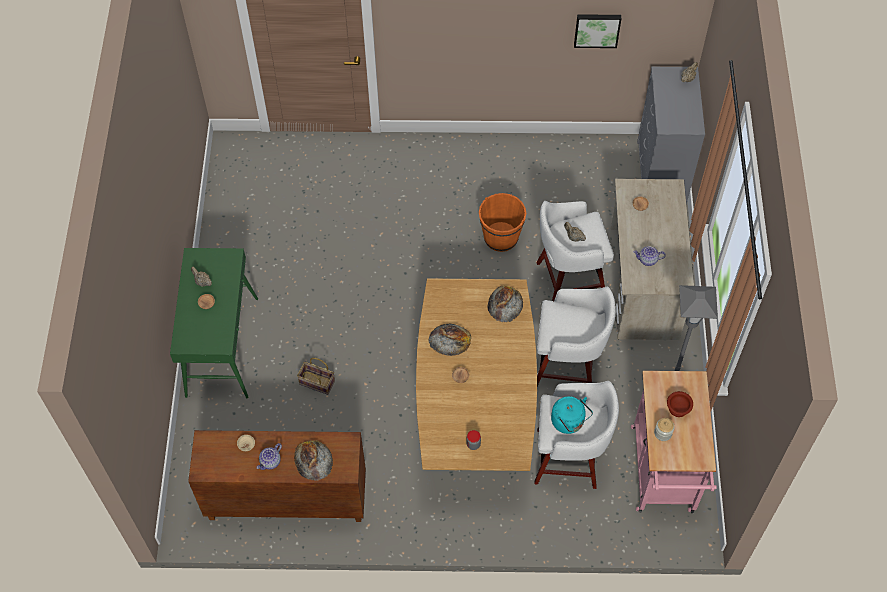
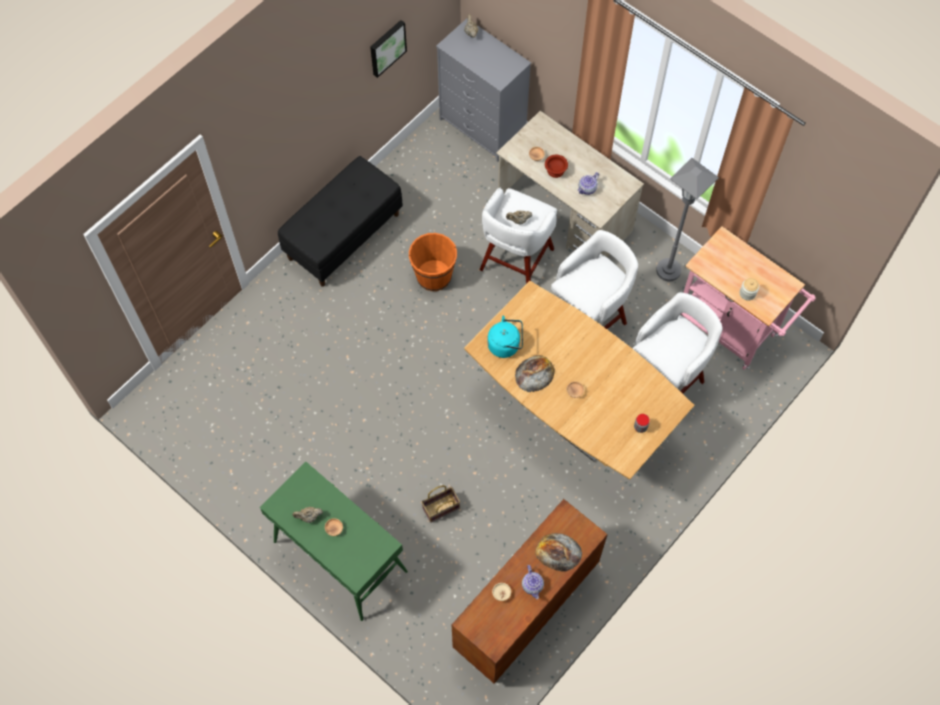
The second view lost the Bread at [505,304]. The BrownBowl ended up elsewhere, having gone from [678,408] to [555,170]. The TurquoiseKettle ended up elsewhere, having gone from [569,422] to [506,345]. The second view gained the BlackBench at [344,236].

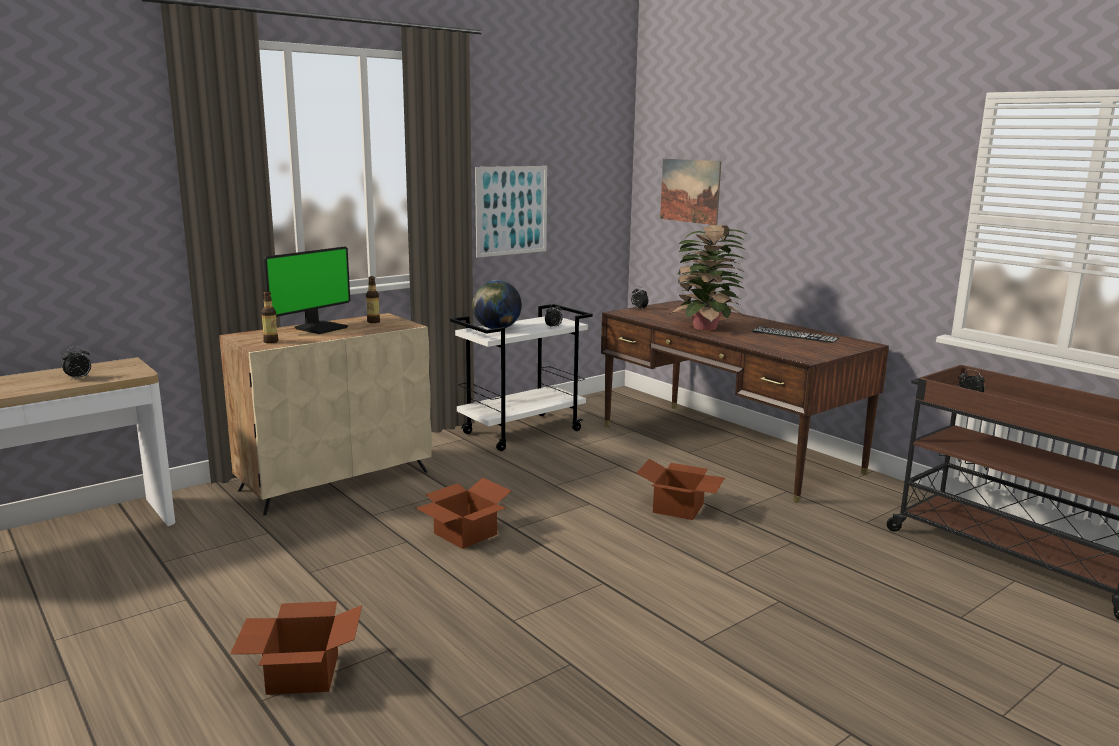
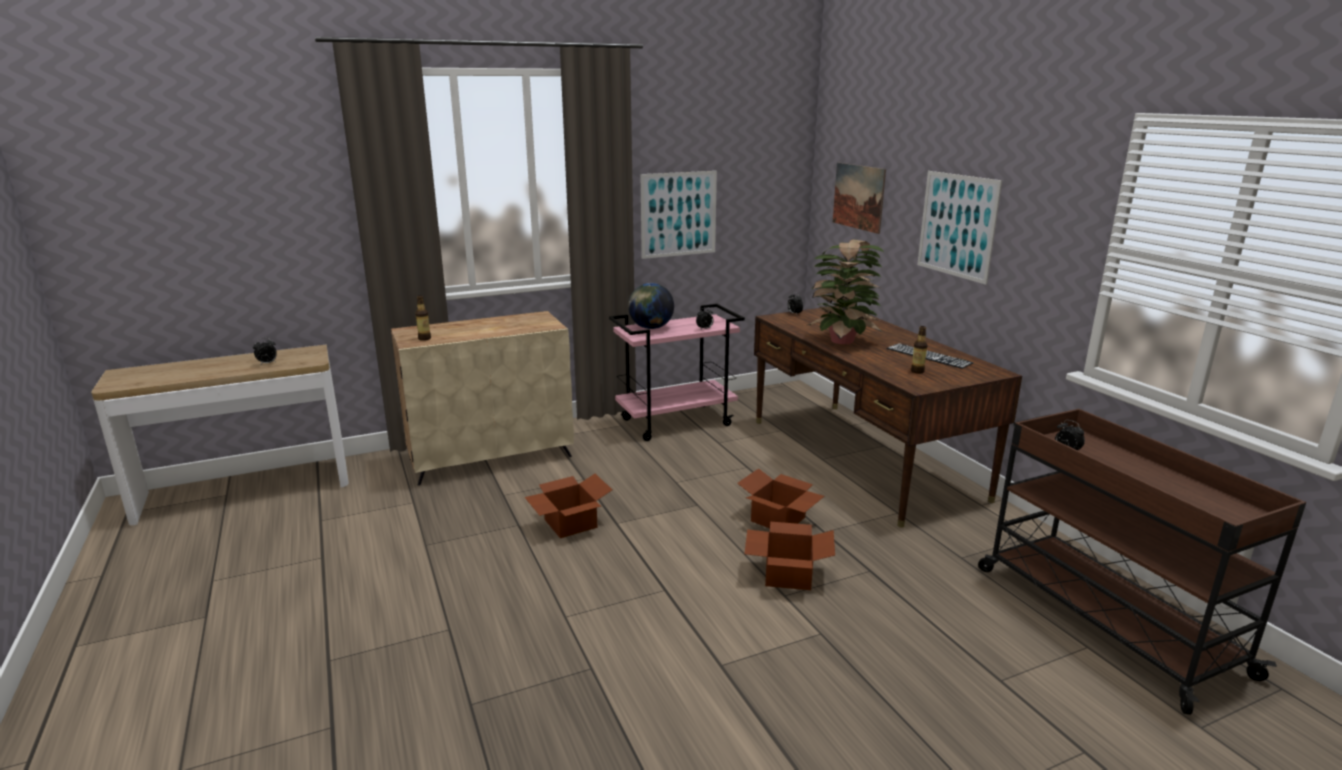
The second view lost the Monitor at [320,328]. The Bottle ended up elsewhere, having gone from [373,322] to [917,371]. What was the WhiteCart at [522,431] turned into the PinkCart at [677,422]. The CardboardBox ended up elsewhere, having gone from [301,673] to [786,574]. The second view gained the Picture at [957,225].

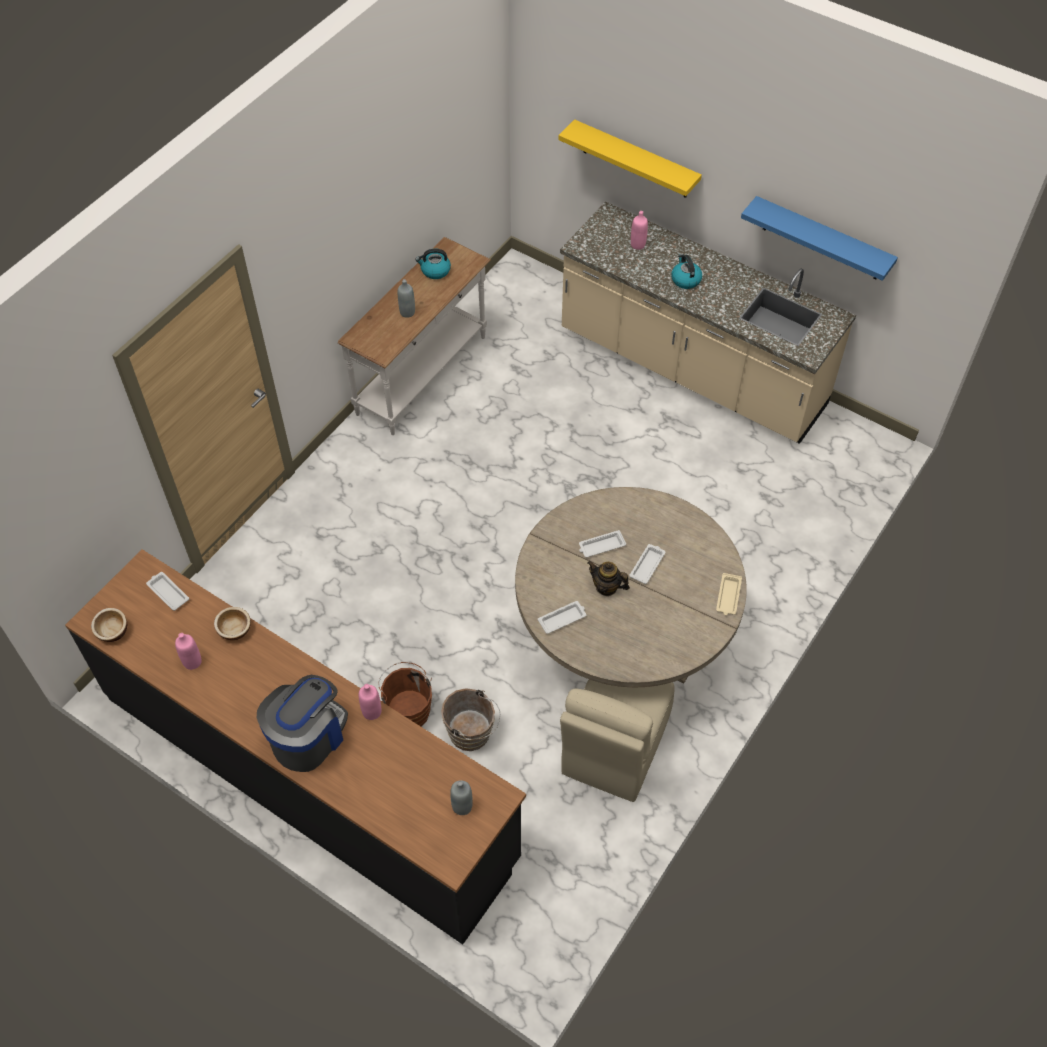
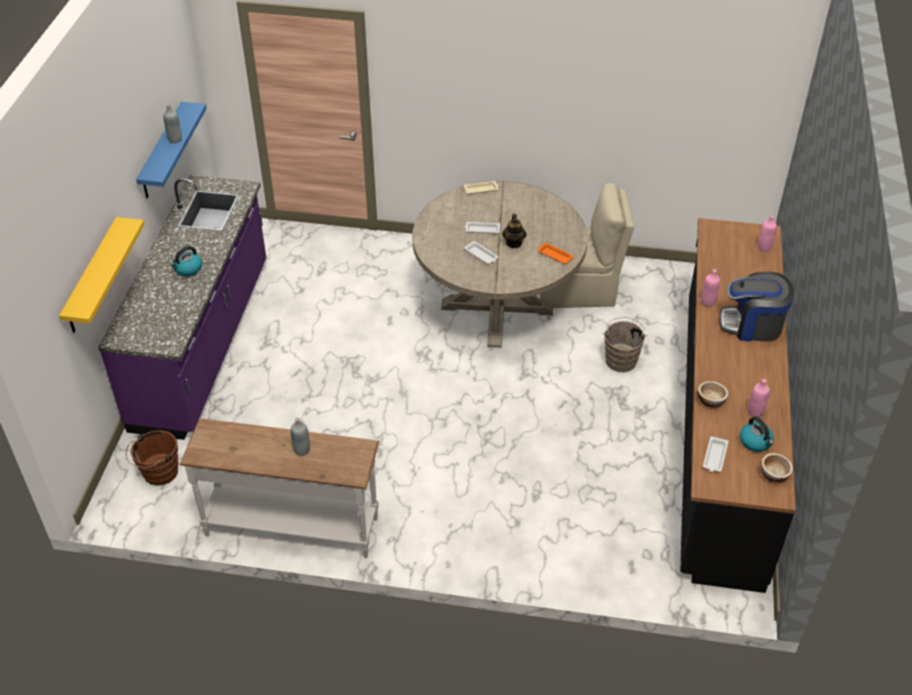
What was the BeigeCounter at [691,370] turned into the PurpleCounter at [204,344]. The PinkBottle ended up elsewhere, having gone from [638,245] to [764,247]. The Kettle ended up elsewhere, having gone from [435,271] to [755,442]. What was the WhiteTray at [563,618] turned into the OrangeTray at [554,255]. The BrownBucket ended up elsewhere, having gone from [408,709] to [158,473]. The GreyBottle ended up elsewhere, having gone from [462,806] to [175,139].

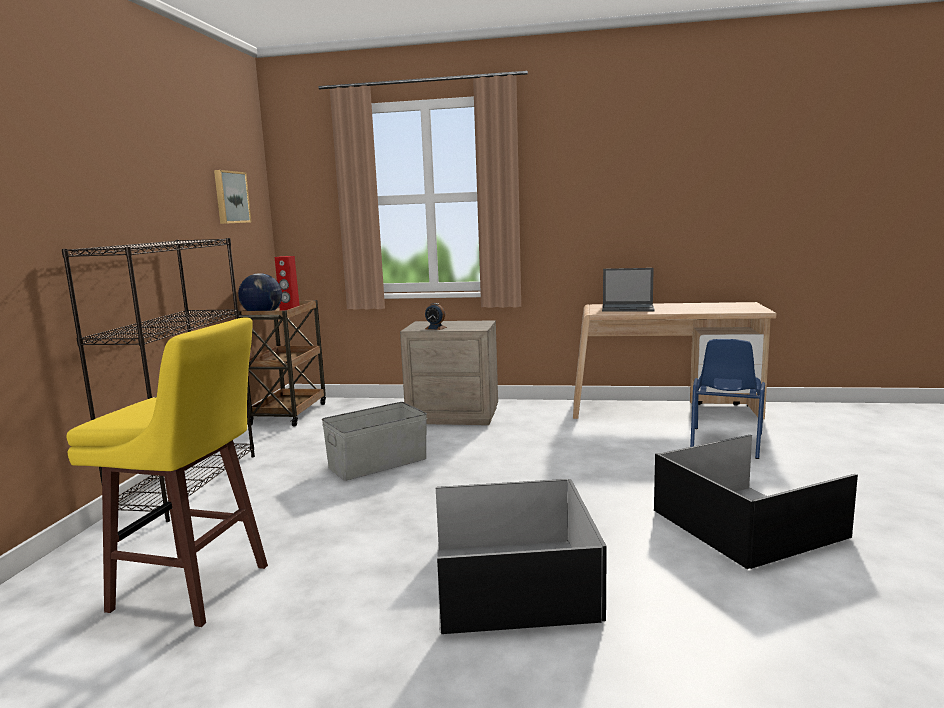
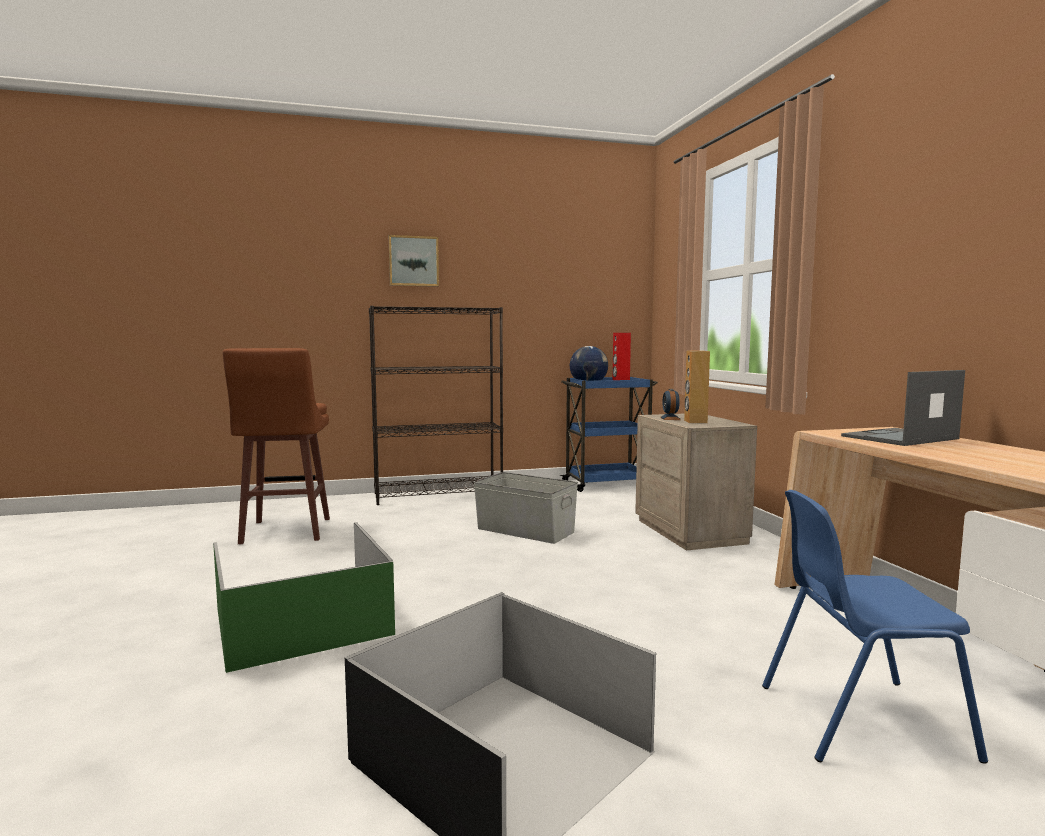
The Picture ended up elsewhere, having gone from [230,197] to [413,261]. The Laptop at [628,308] ended up facing another way, 75 degrees clockwise from before. What was the BrownCart at [289,413] turned into the BlueCart at [607,484]. What was the YellowStool at [194,589] turned into the BrownStool at [285,532]. What was the BlackStorageBox at [512,580] turned into the GreenStorageBox at [305,621]. The second view gained the BrownSpeaker at [695,421].

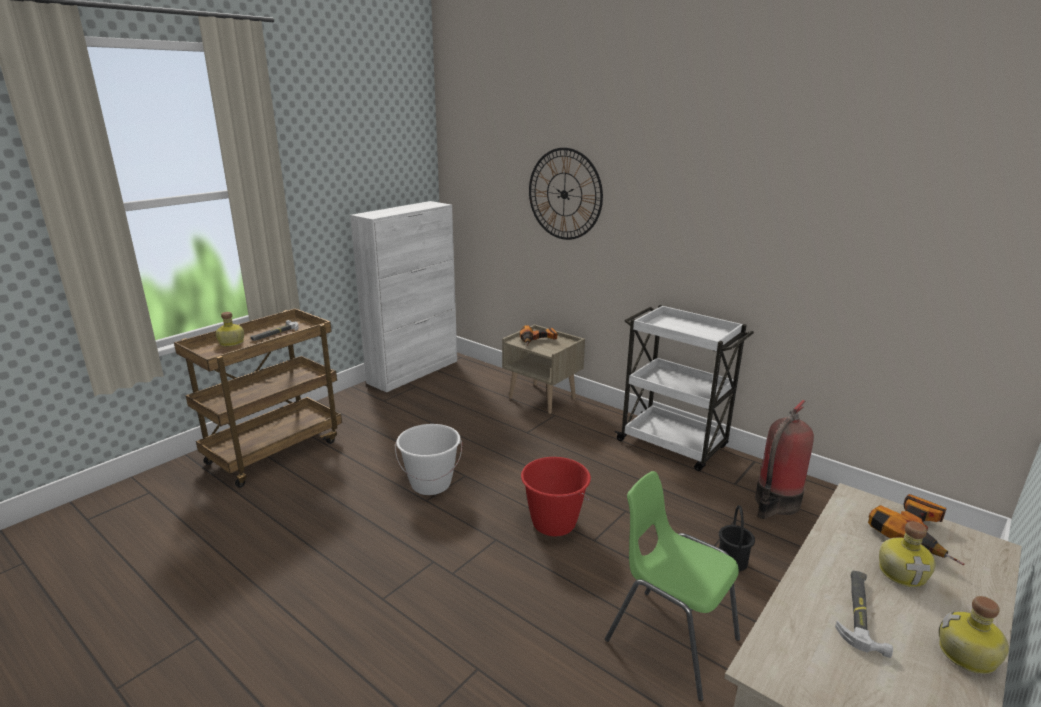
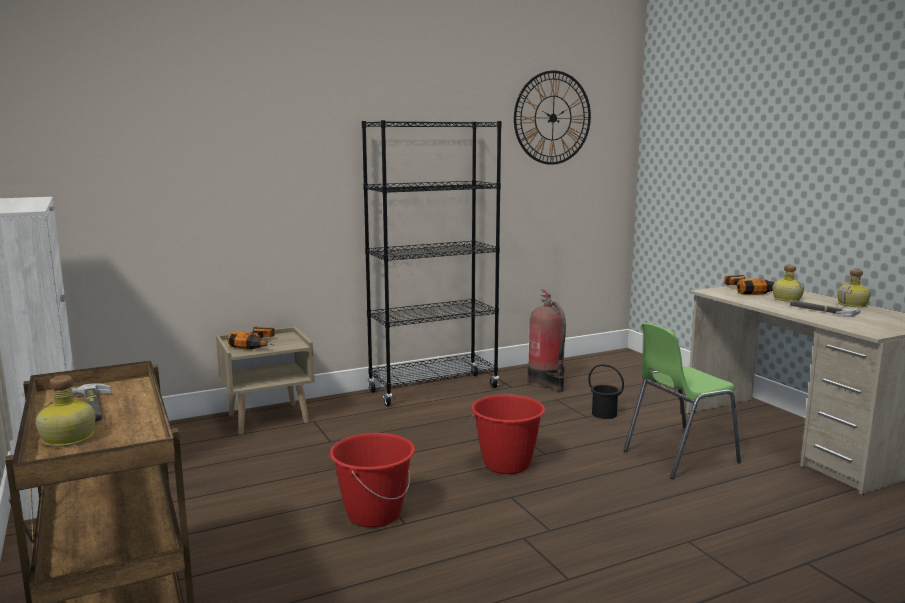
The WallClock ended up elsewhere, having gone from [564,194] to [552,118]. Where the WhiteCart stood at [673,445], the BlackBookcase came to stand at [433,390]. What was the WhiteBucket at [431,484] turned into the RedBucket at [373,514].

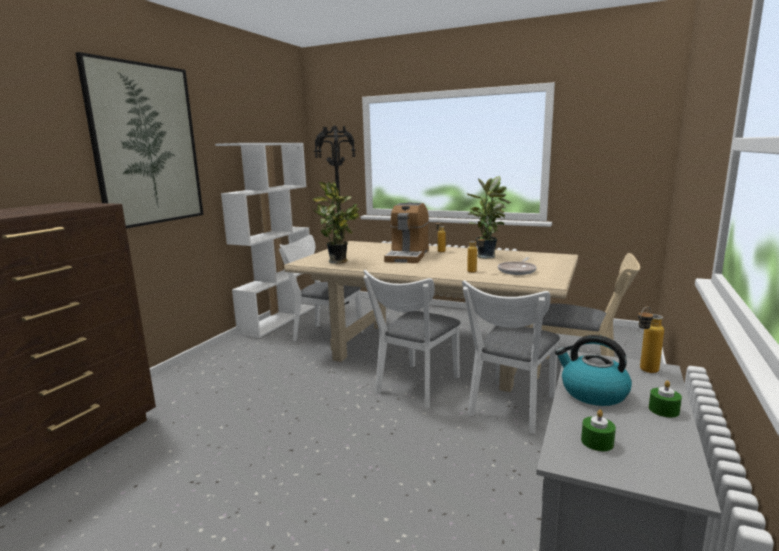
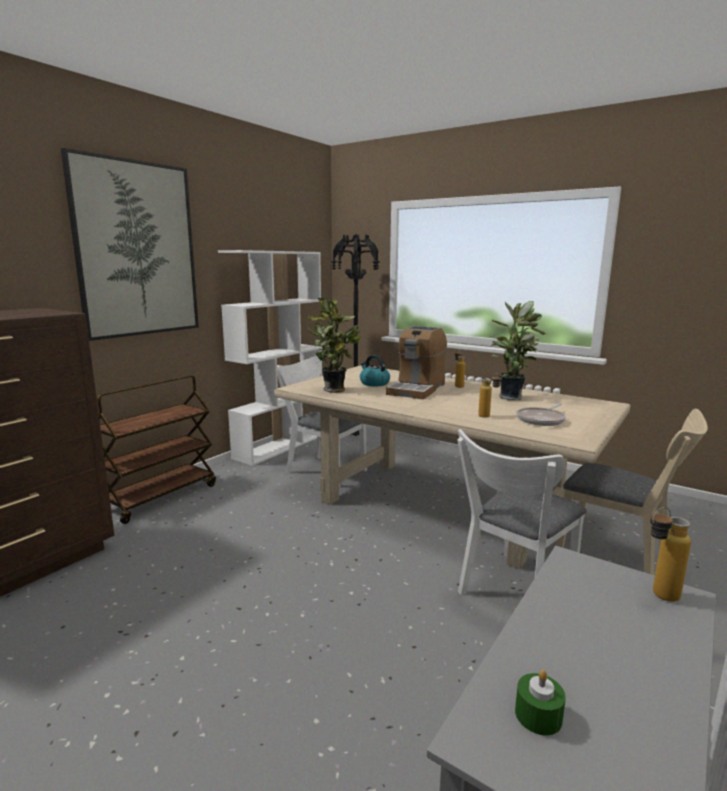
The second view lost the WhiteChair at [415,387]. The Kettle ended up elsewhere, having gone from [592,393] to [374,383]. The second view lost the GreenCandle at [663,410]. The second view gained the BrownCart at [160,497].

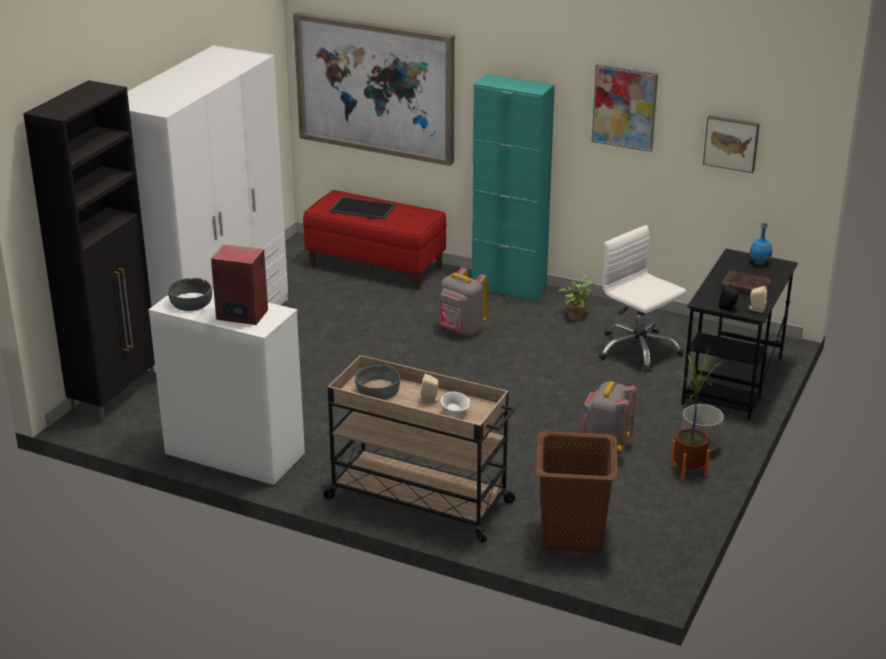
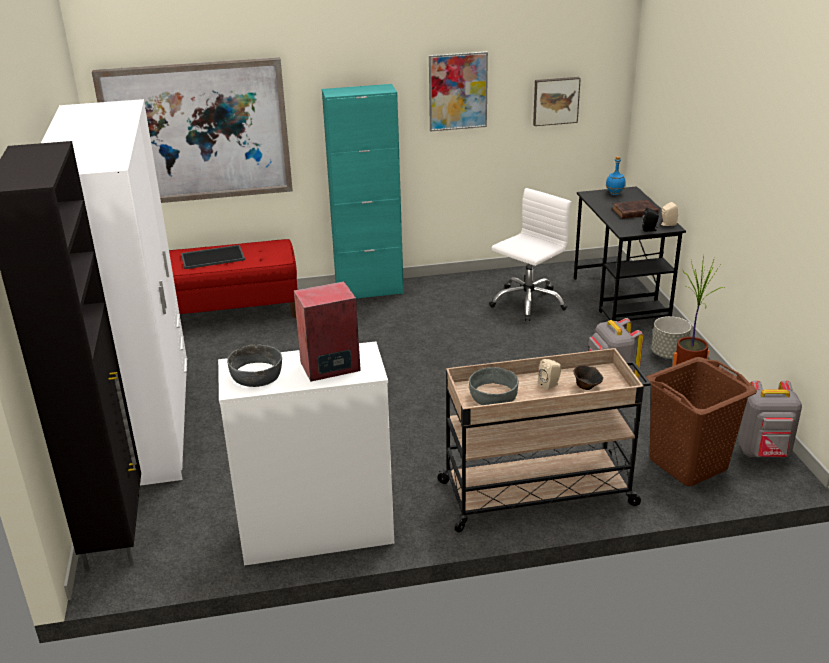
The WhiteOfficeChair at [637,350] ended up facing another way, 120 degrees clockwise from before. The GreyBackpack ended up elsewhere, having gone from [461,330] to [764,453]. The second view lost the PottedPlant at [575,315]. What was the WhiteBowl at [455,412] turned into the BrownBowl at [587,386].

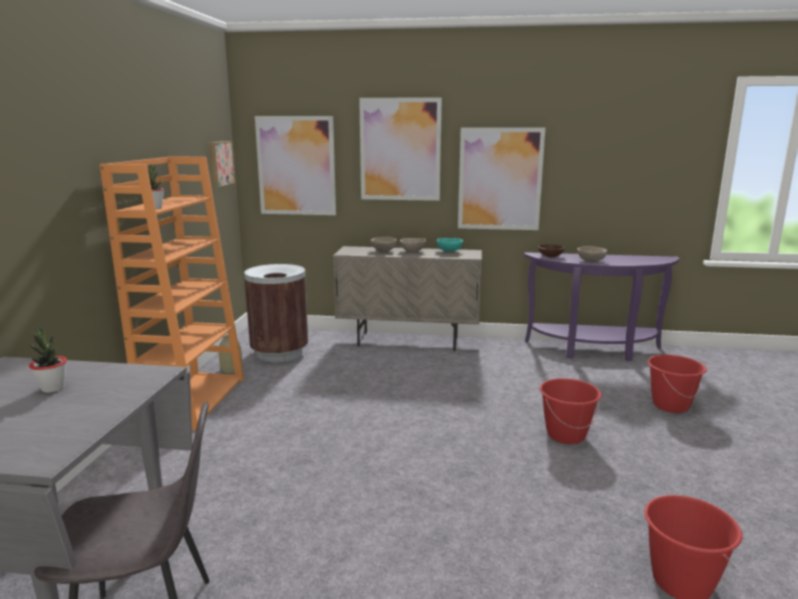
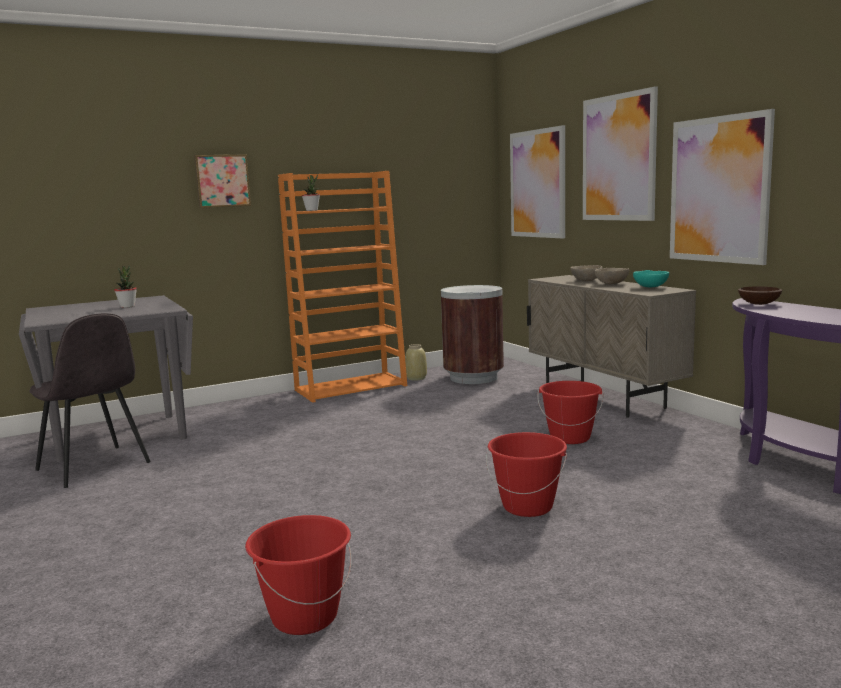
The Picture ended up elsewhere, having gone from [220,164] to [222,181]. The second view lost the BeigeBowl at [590,261]. The RedBucket ended up elsewhere, having gone from [670,405] to [570,438].

